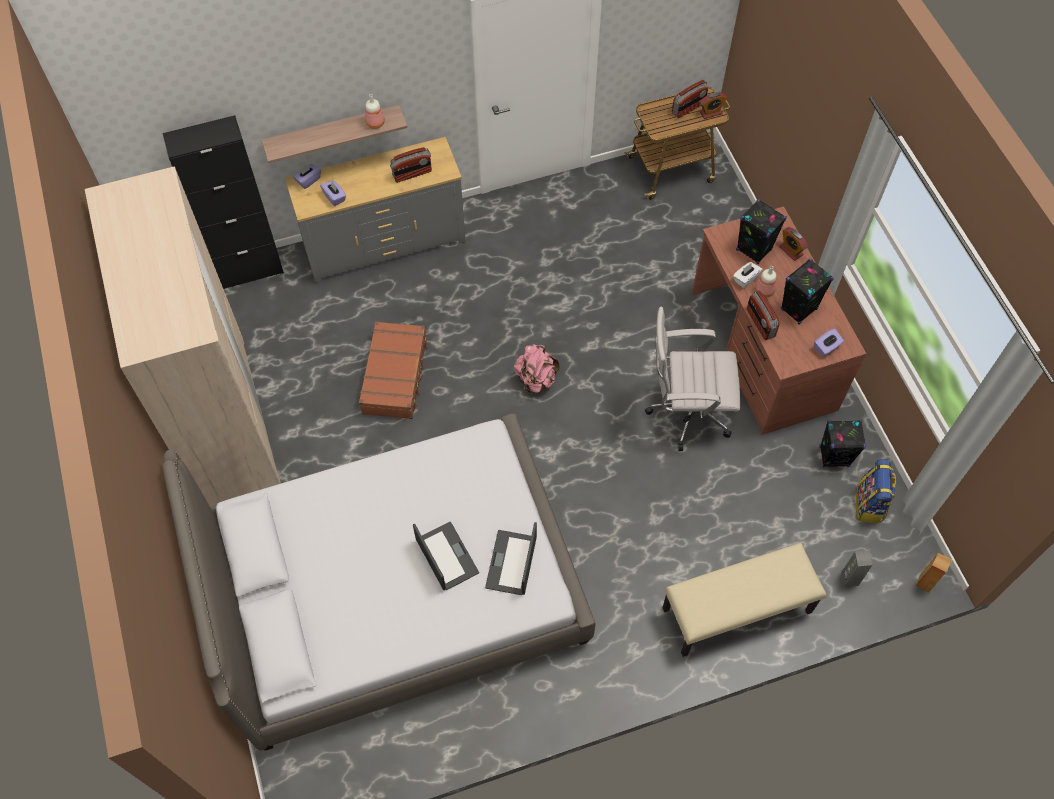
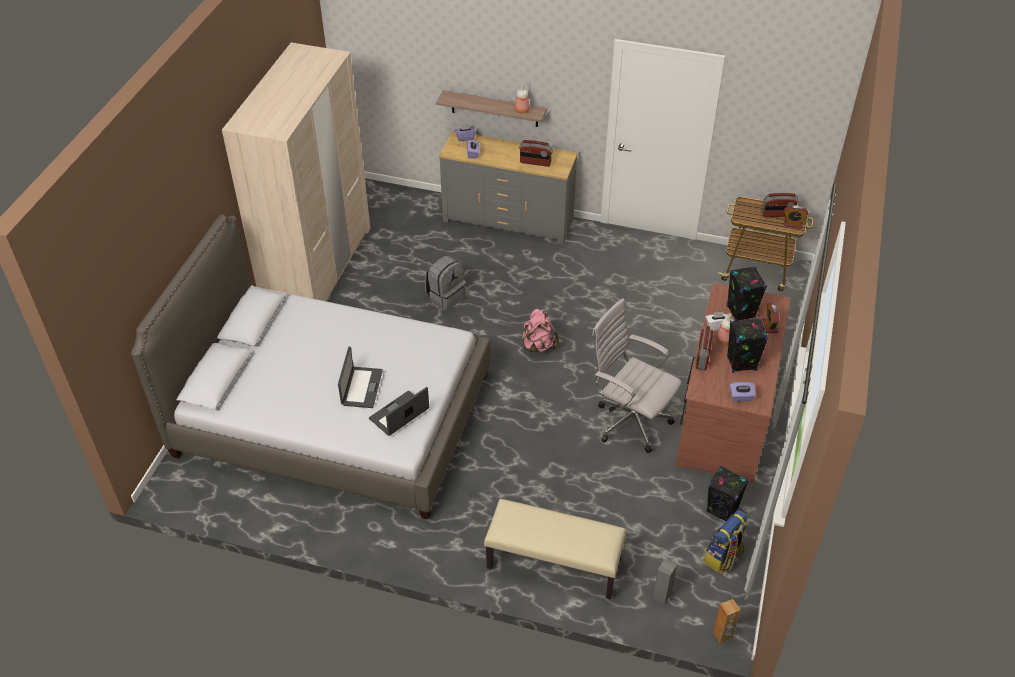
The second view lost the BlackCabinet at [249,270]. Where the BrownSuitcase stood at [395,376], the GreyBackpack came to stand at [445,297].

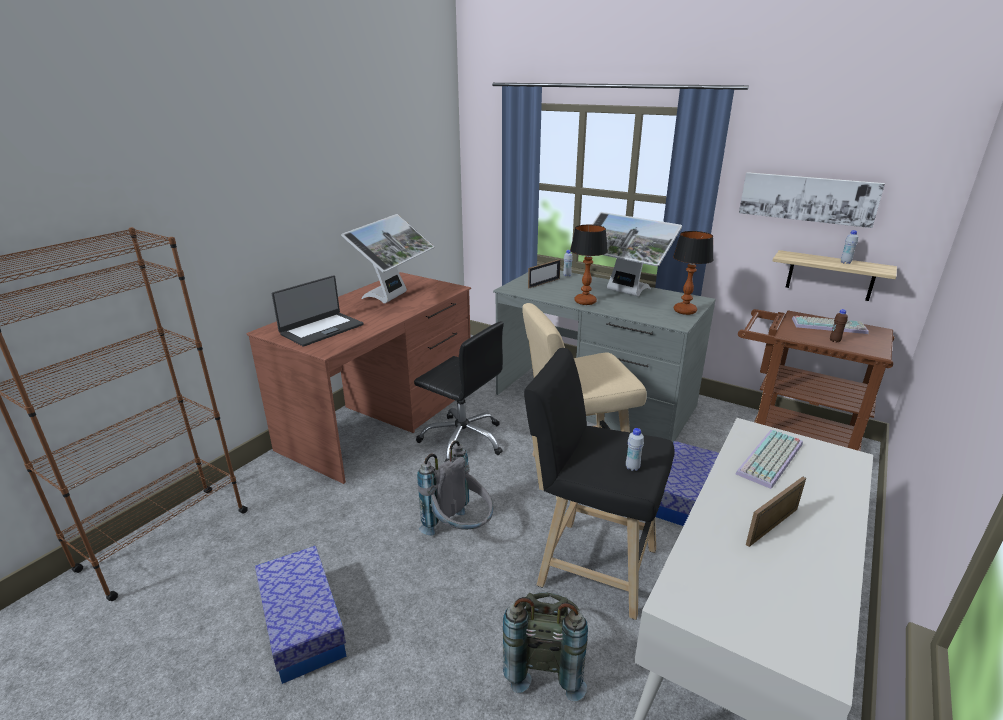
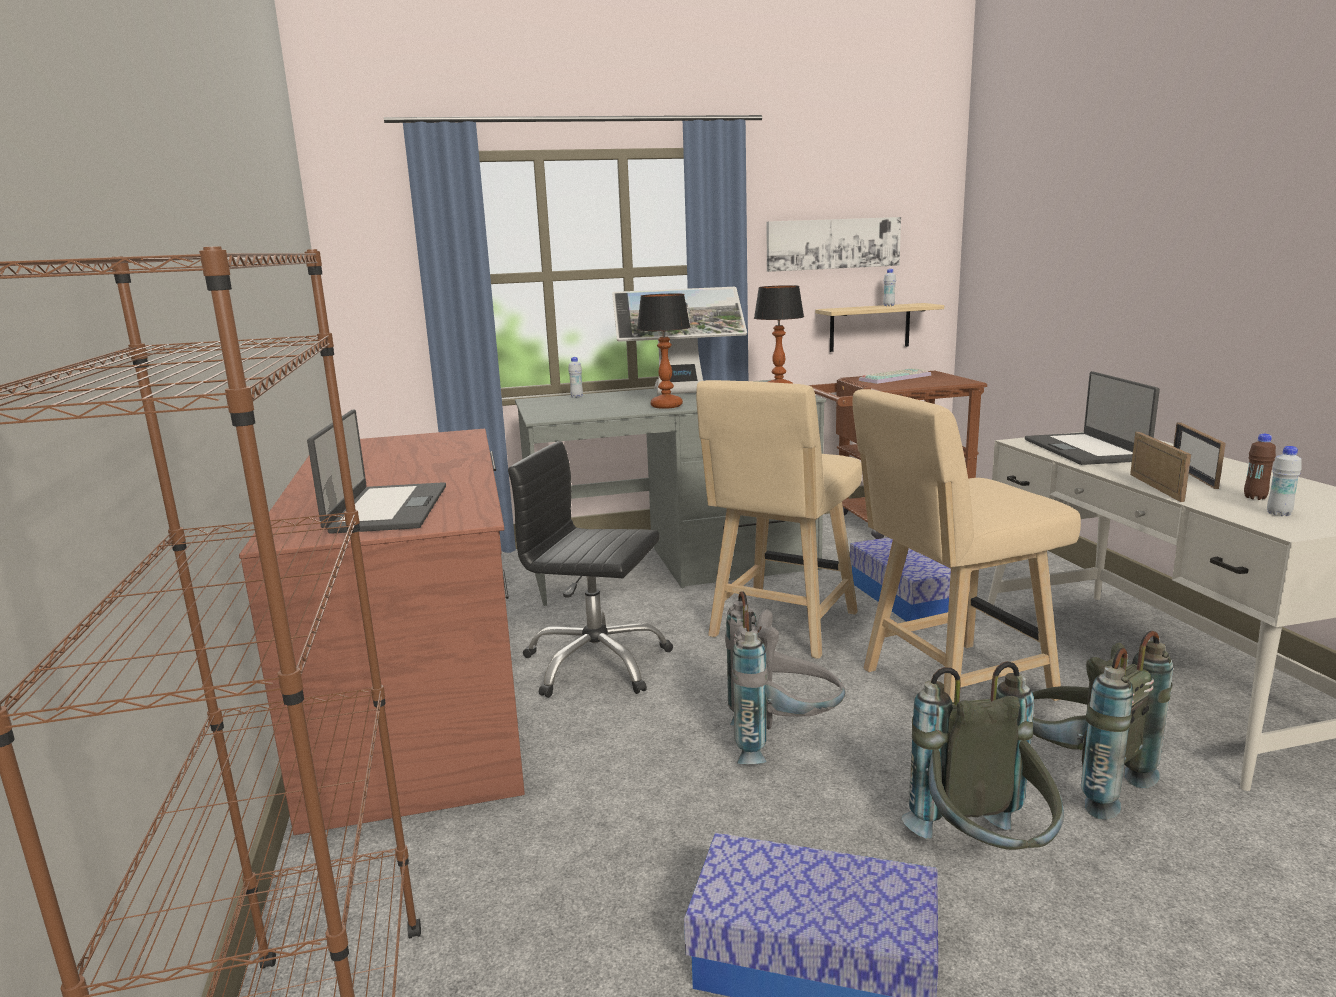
The second view lost the Monitor at [393,297]. The PictureFrame ended up elsewhere, having gone from [544,283] to [1155,487]. The BrownBottle ended up elsewhere, having gone from [834,340] to [1255,497]. The BlackOfficeChair at [463,439] ended up facing another way, 150 degrees counterclockwise from before. What was the BlackStool at [590,564] turned into the BeigeStool at [948,686]. The WhiteBottle ended up elsewhere, having gone from [632,467] to [1279,513]. Where the Keyboard stood at [771,460], the Laptop came to stand at [1085,450]. The second view gained the GreyBackpack at [984,856].

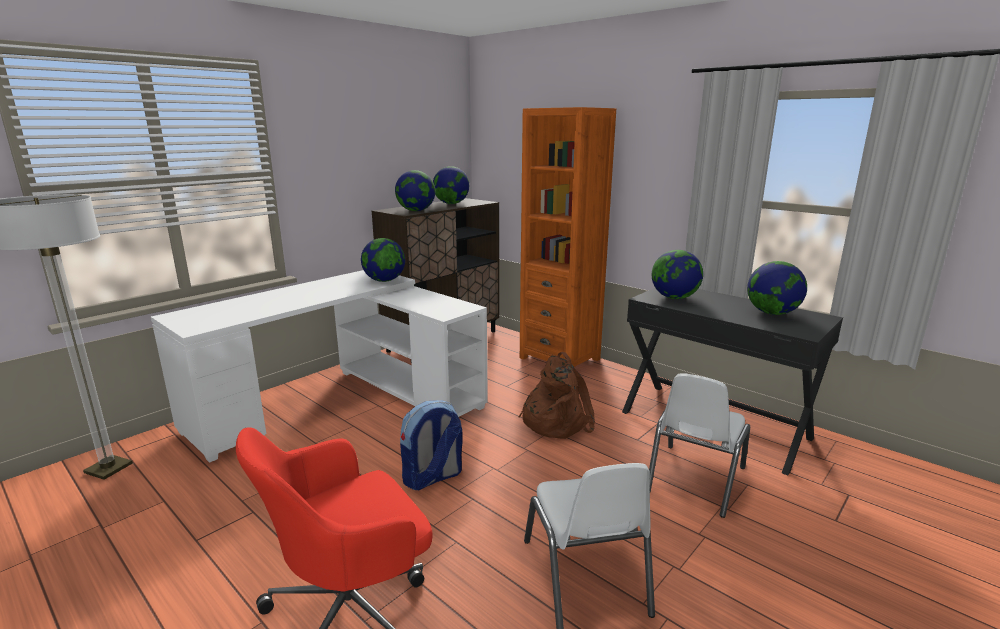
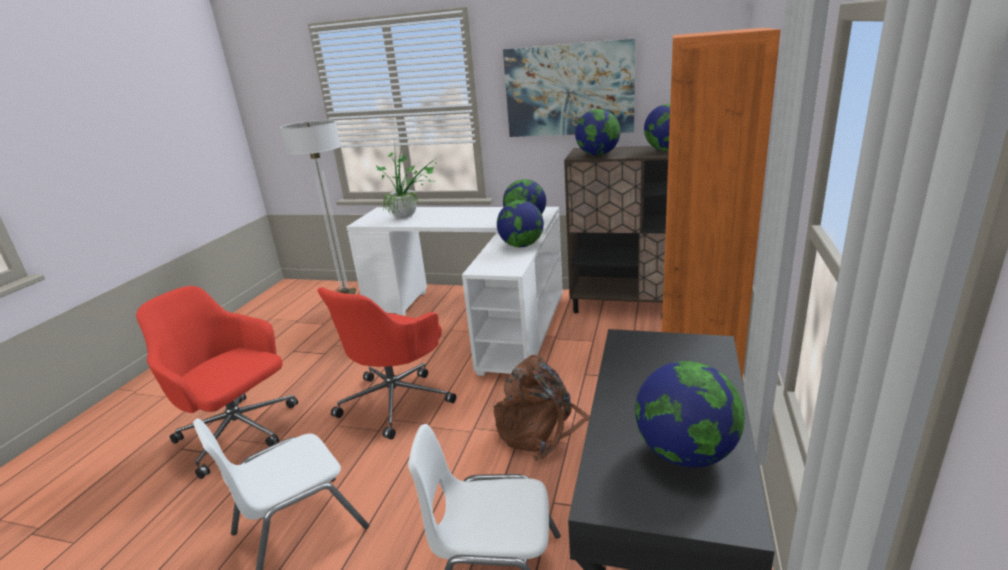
The Globe ended up elsewhere, having gone from [674,298] to [521,245]. Where the Backpack stood at [432,478], the RedOfficeChair came to stand at [396,400]. The second view gained the Picture at [569,90]. The second view gained the PottedPlant at [410,216].

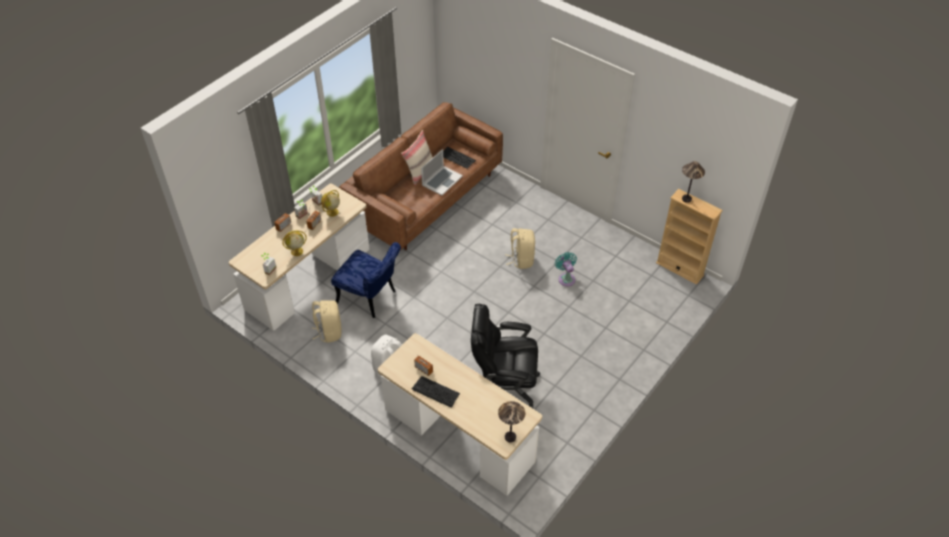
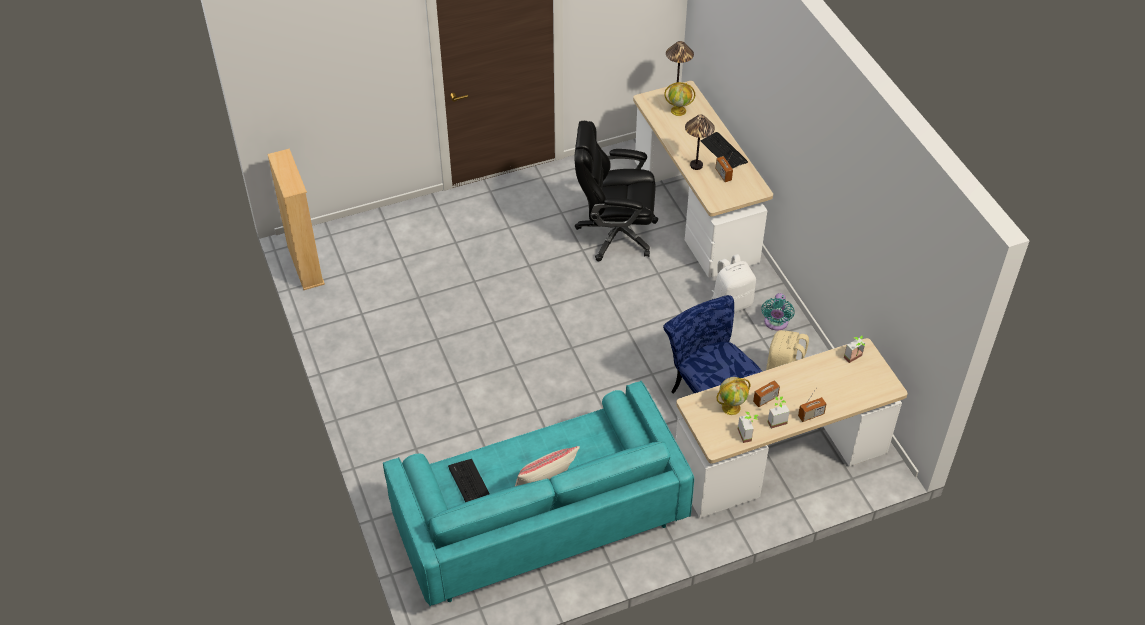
What was the BrownSofa at [425,198] turned into the TurquoiseSofa at [539,520]. The second view lost the Laptop at [442,180]. The TableLamp ended up elsewhere, having gone from [686,199] to [696,165]. The second view lost the BeigeBackpack at [521,259]. The Globe ended up elsewhere, having gone from [296,251] to [679,110]. The TurquoiseFan ended up elsewhere, having gone from [566,278] to [775,323]. The BlackOfficeChair at [504,386] ended up facing another way, 150 degrees clockwise from before.

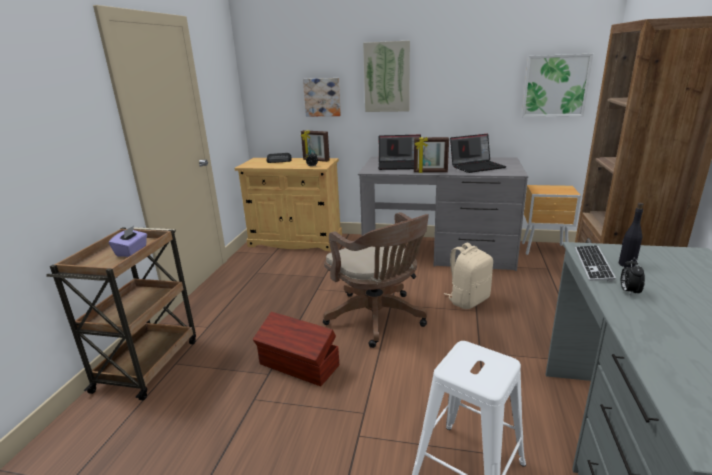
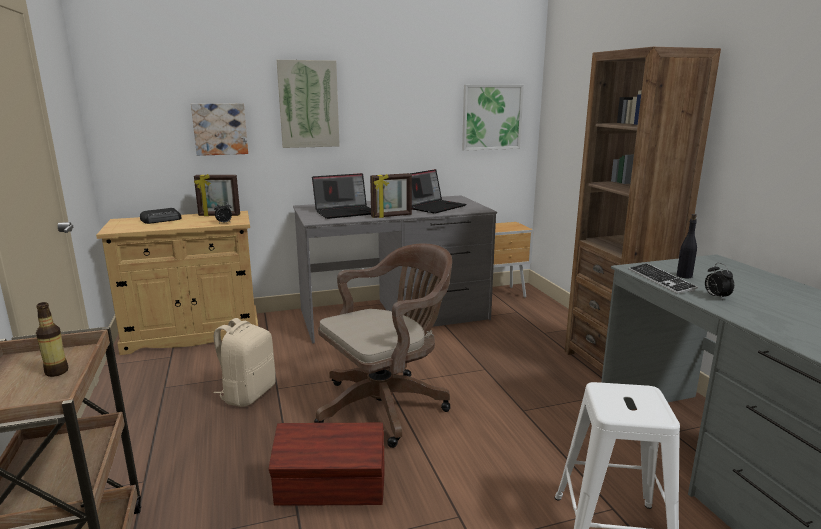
The BrownOfficeChair at [378,319] ended up facing another way, 60 degrees counterclockwise from before. Where the PurpleTissueBox stood at [132,251], the Bottle came to stand at [56,372]. The BeigeBackpack ended up elsewhere, having gone from [468,300] to [248,394].

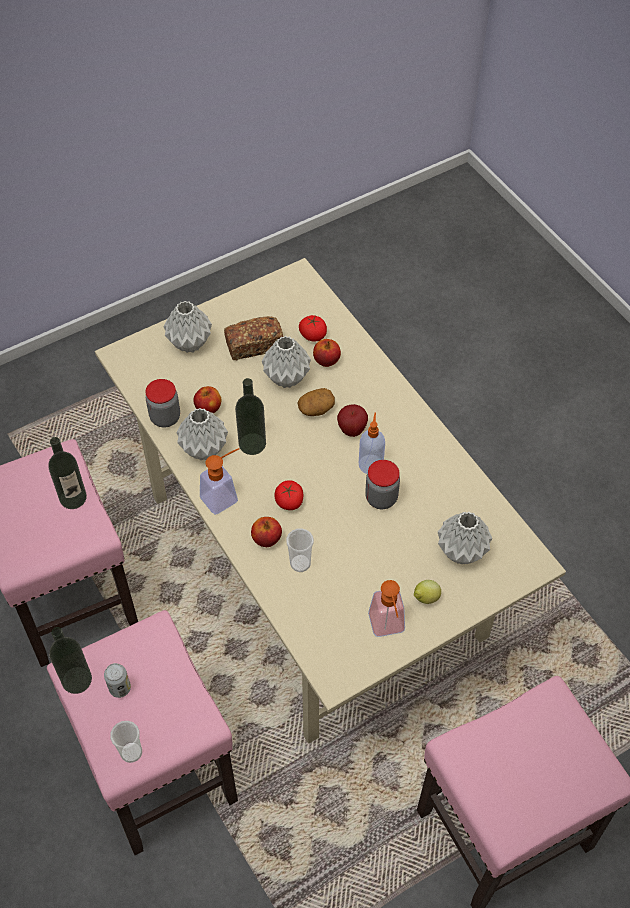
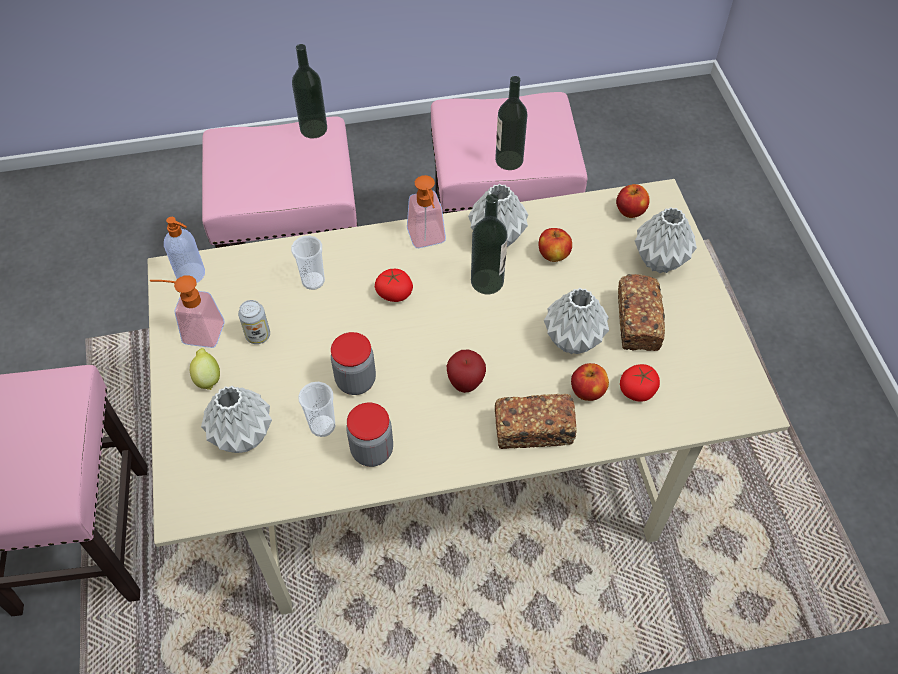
The Jar ended up elsewhere, having gone from [165,417] to [372,450]. The second view lost the Potato at [316,409]. The SoapDispenser ended up elsewhere, having gone from [371,463] to [191,274]. The Apple ended up elsewhere, having gone from [266,539] to [630,211]. The Can ended up elsewhere, having gone from [120,688] to [258,335]. The Cup ended up elsewhere, having gone from [131,752] to [322,426]. The second view gained the Bread at [533,430].

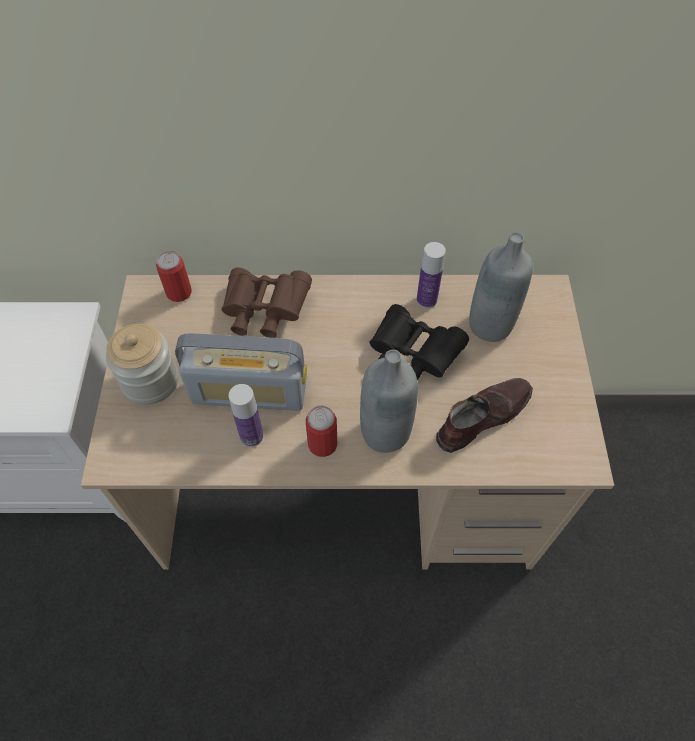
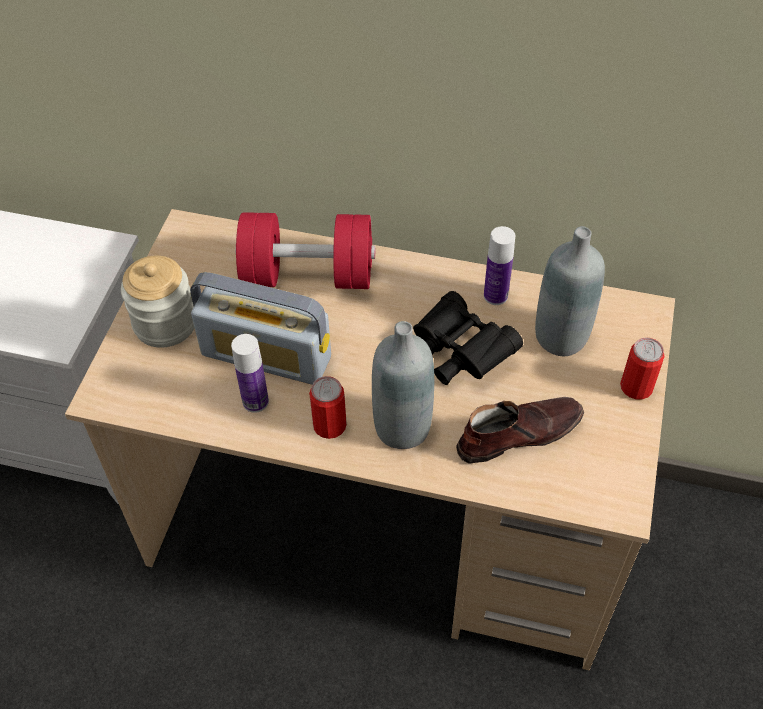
The Can ended up elsewhere, having gone from [179,292] to [636,387]. Where the BrownBinoculars stood at [264,312], the RedDumbbell came to stand at [308,275].

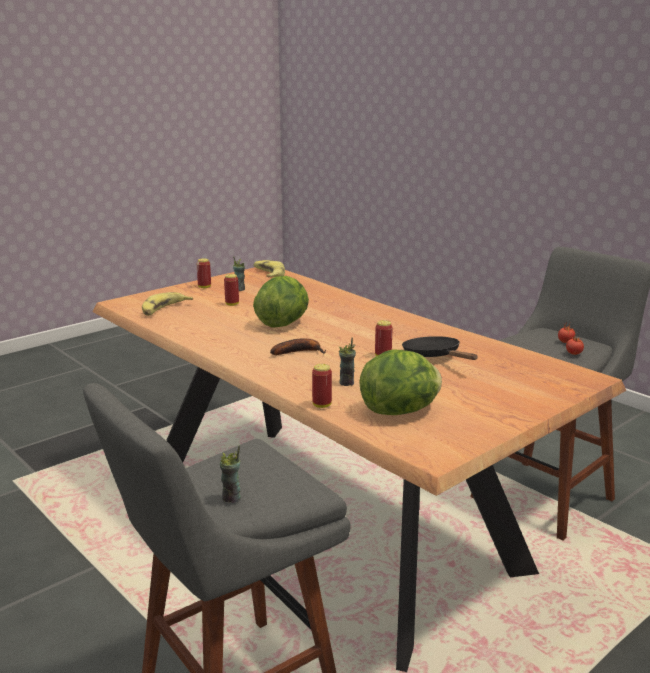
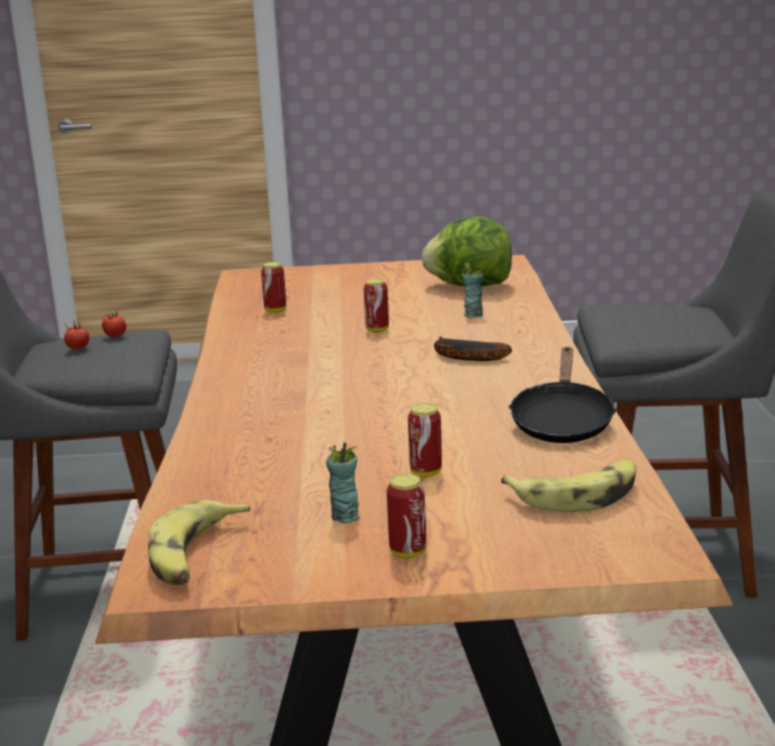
The second view lost the Lettuce at [283,323]. The BlackFryingPan ended up elsewhere, having gone from [434,356] to [561,422]. The Can ended up elsewhere, having gone from [322,405] to [275,310]. The second view lost the Cup at [231,498].

